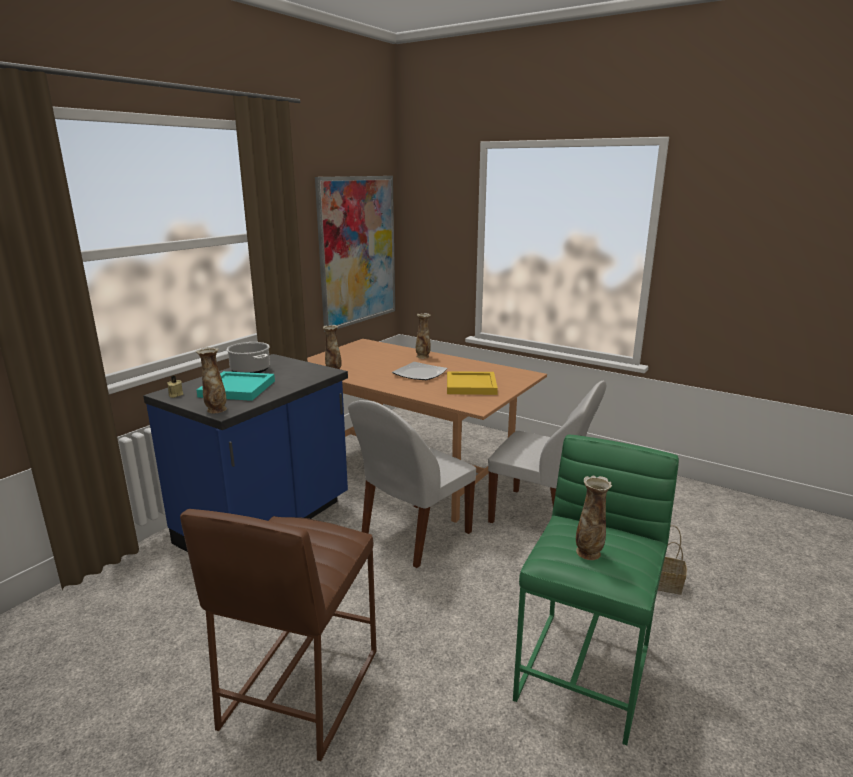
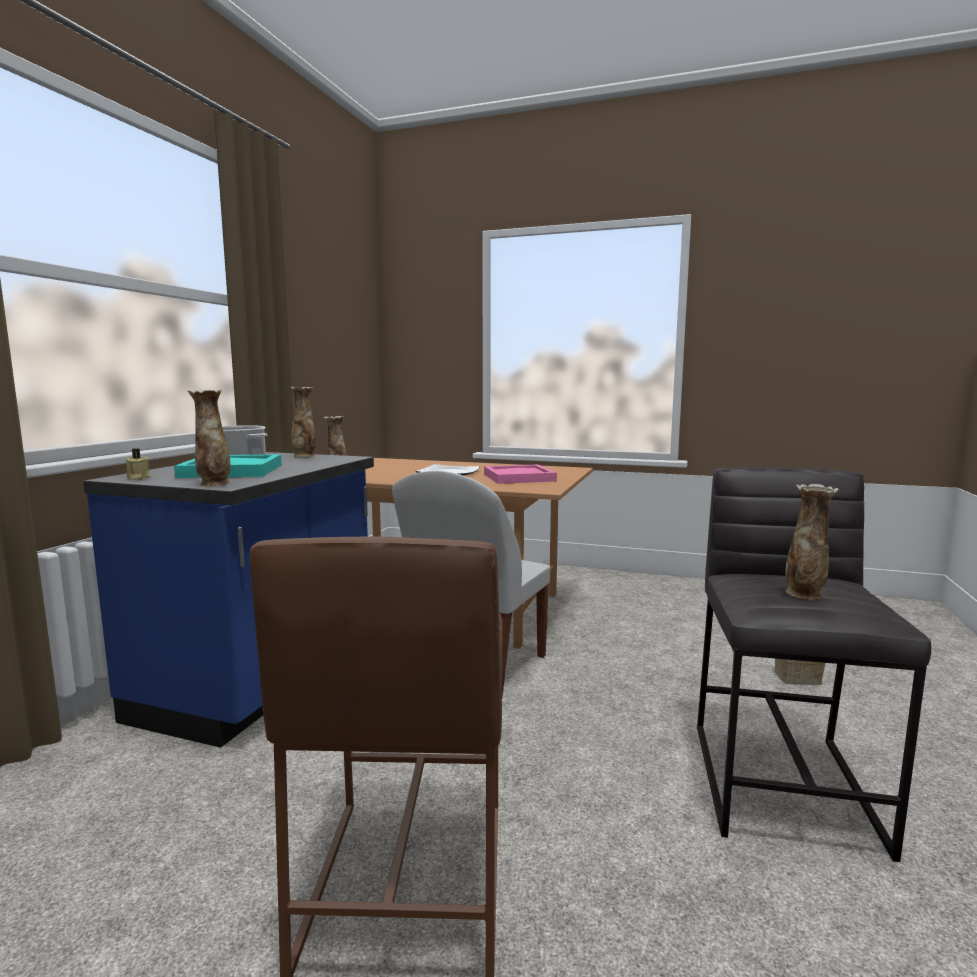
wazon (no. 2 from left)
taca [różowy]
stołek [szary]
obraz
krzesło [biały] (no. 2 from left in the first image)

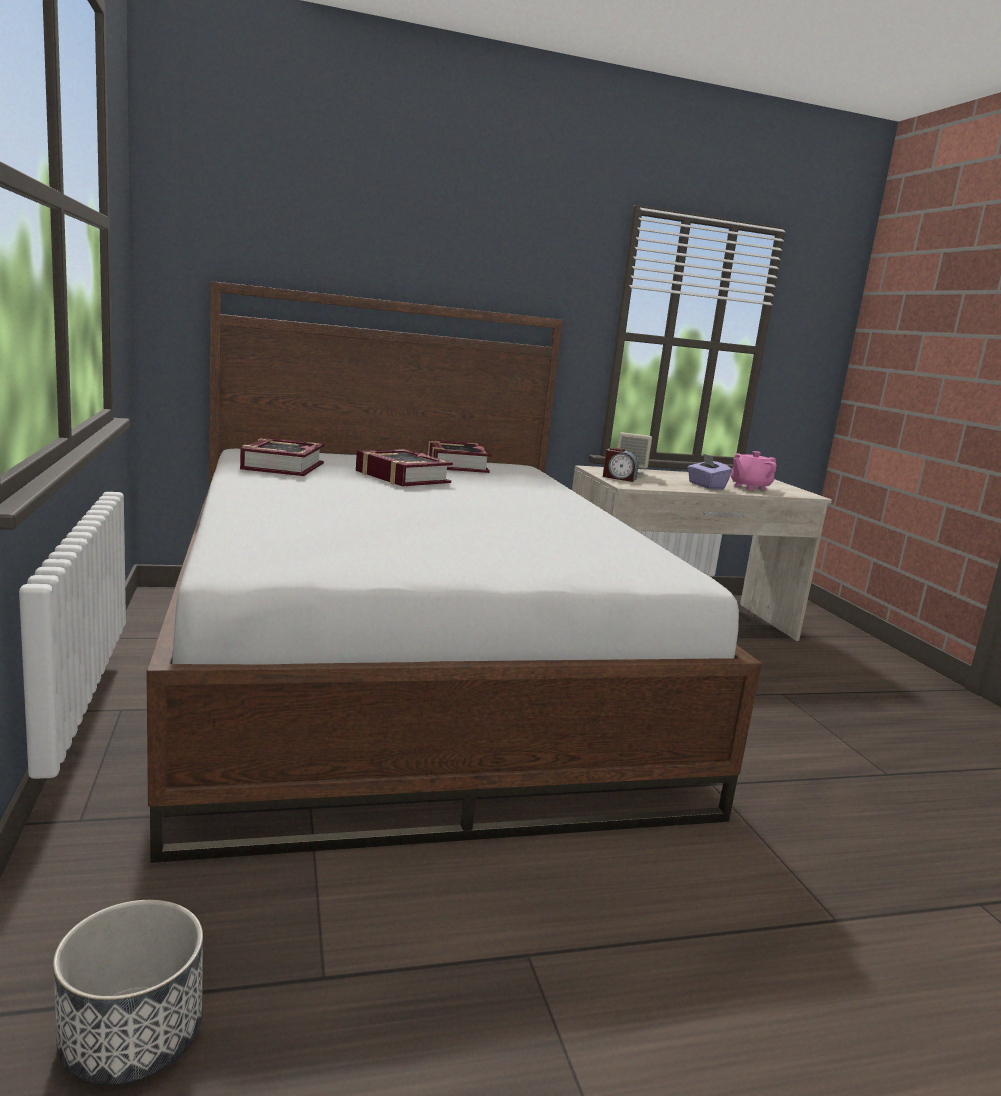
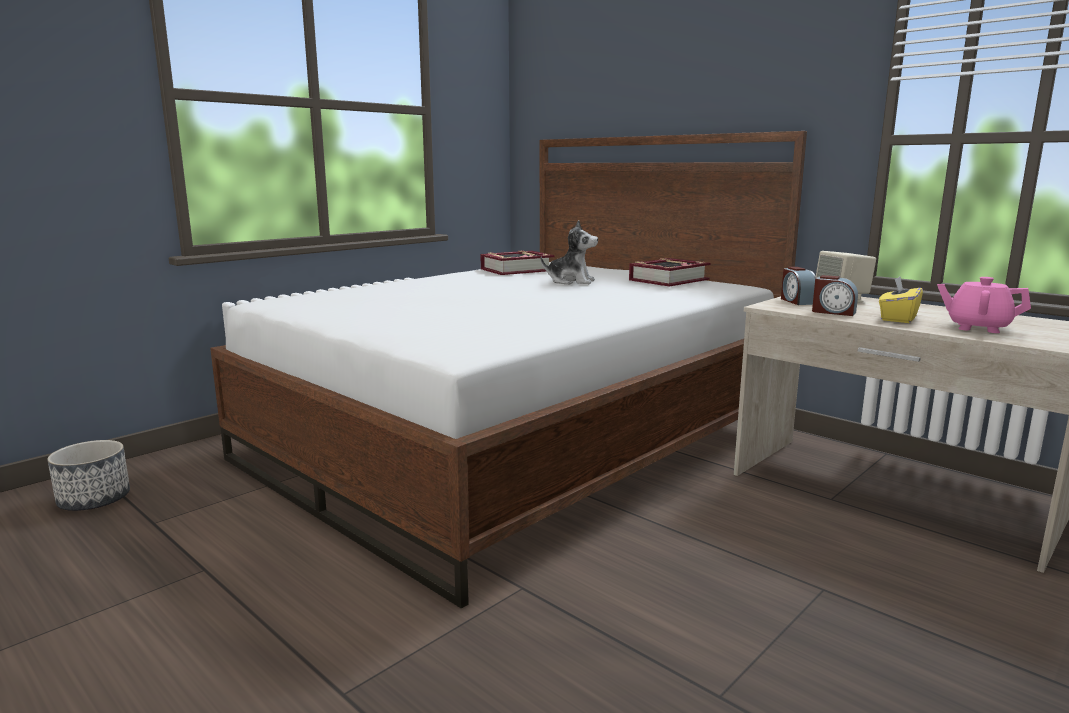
pluszak
budzik (no. 2 from left)
pudełko chusteczek [żółty]

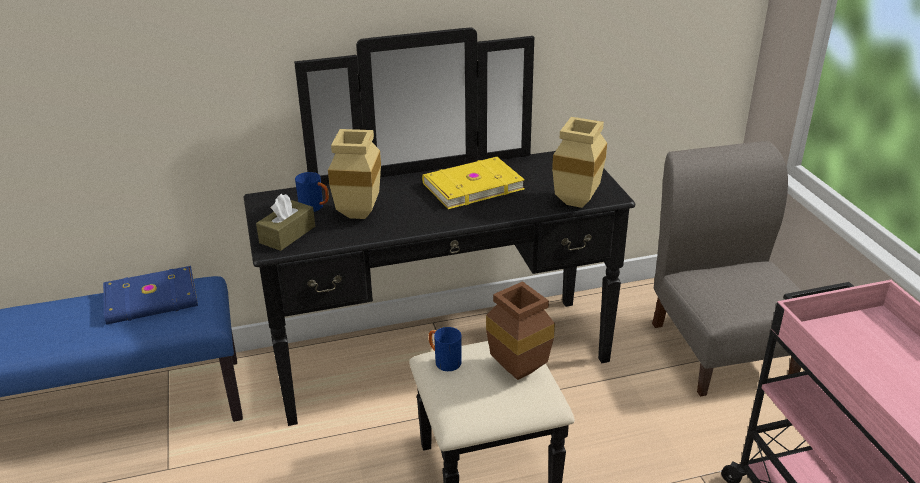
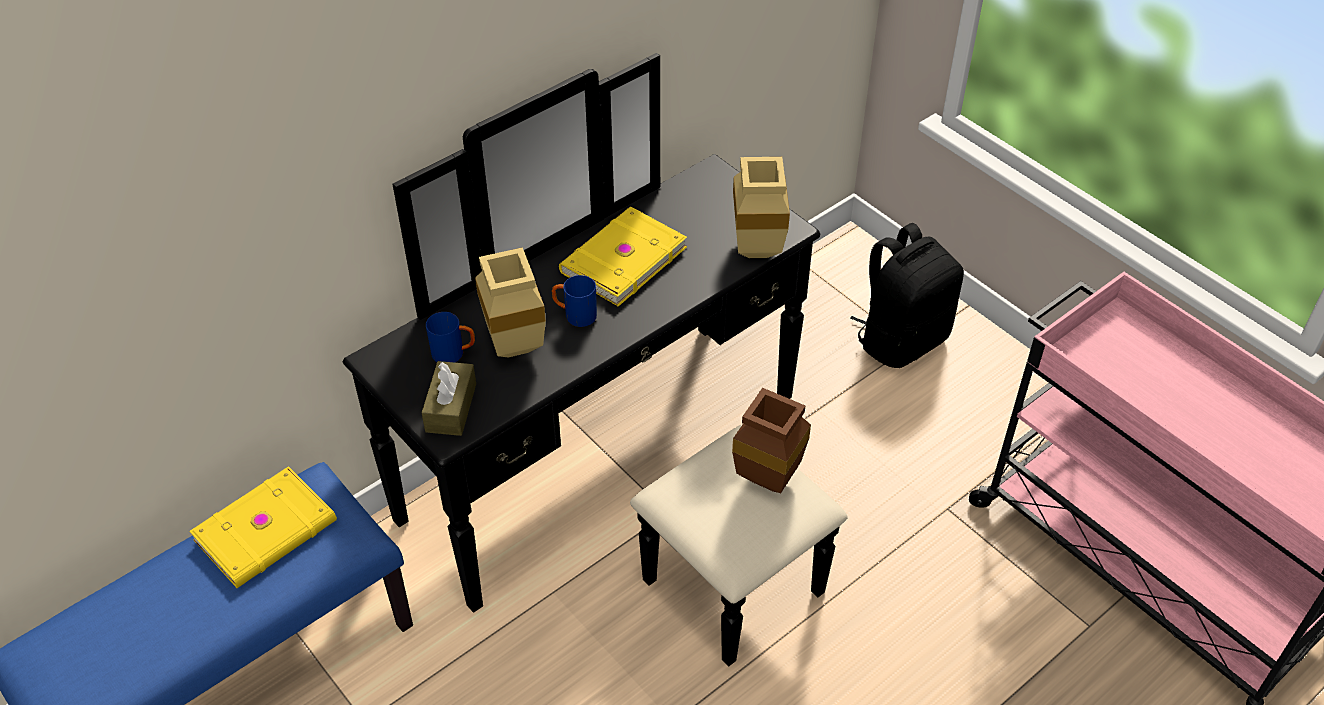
książka [żółty] (no. 1 from left)
kubek [niebieski] (no. 2 from left)
plecak [czarny]

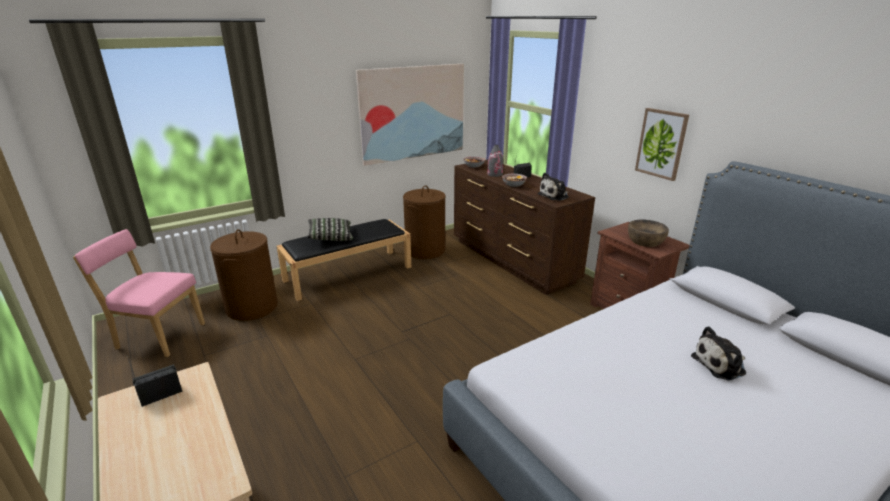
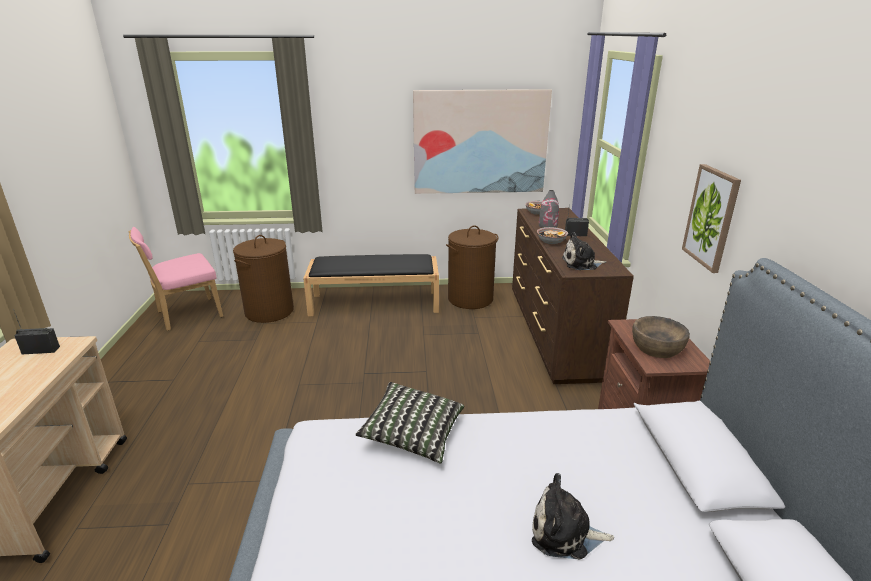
krzesło [różowy]
poduszka

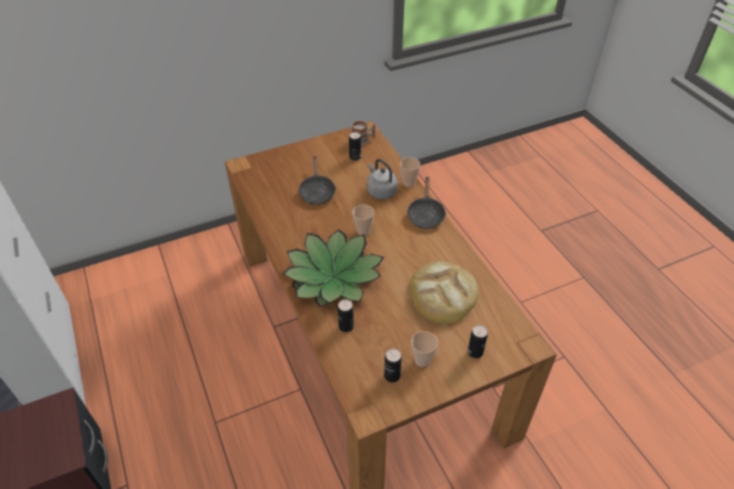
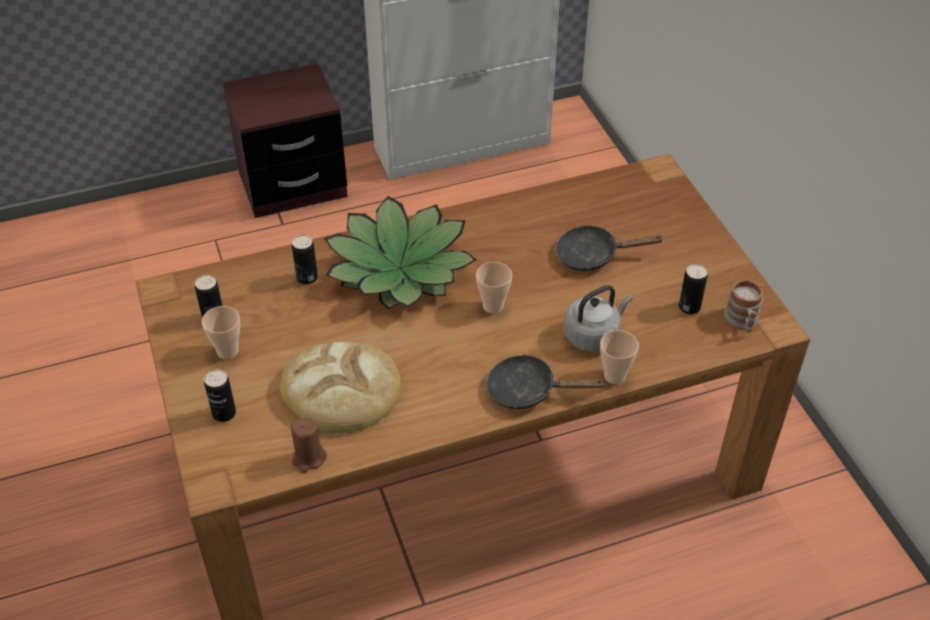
świeca [brązowy]

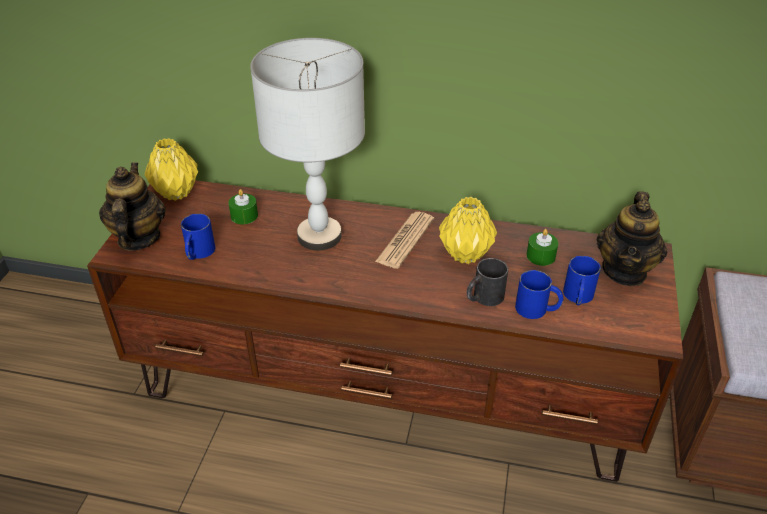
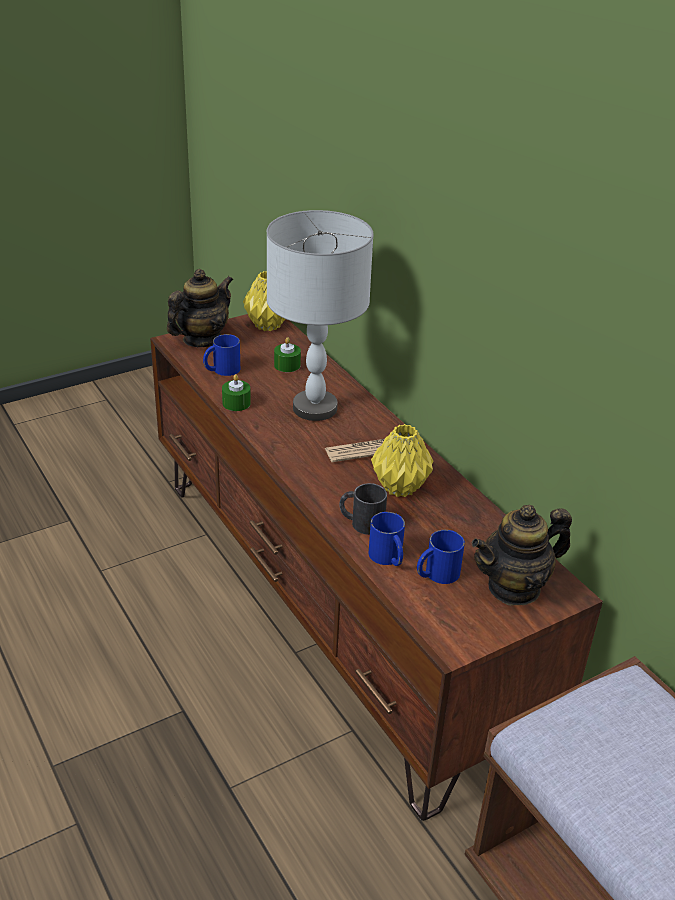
świeca [zielony] (no. 1 from left)

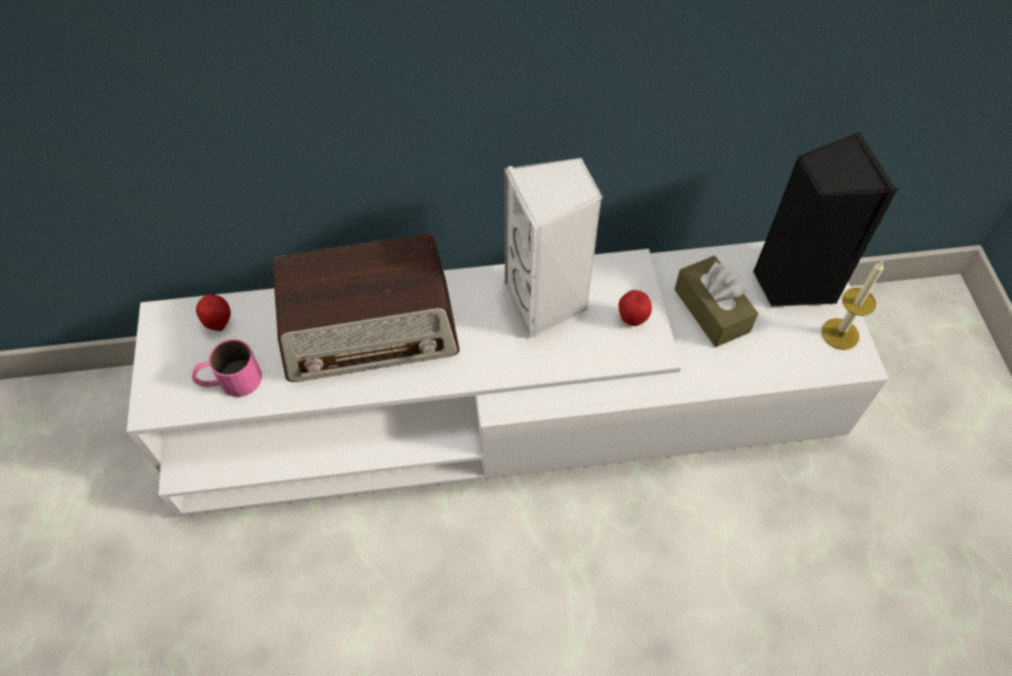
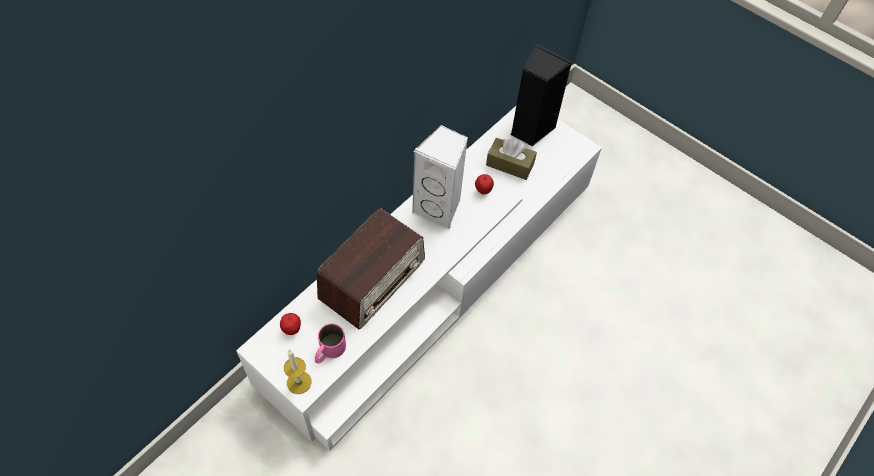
świeca

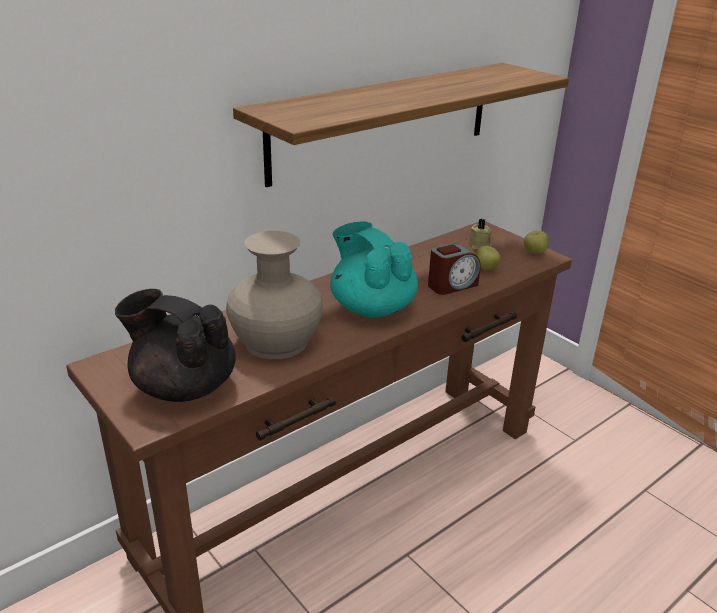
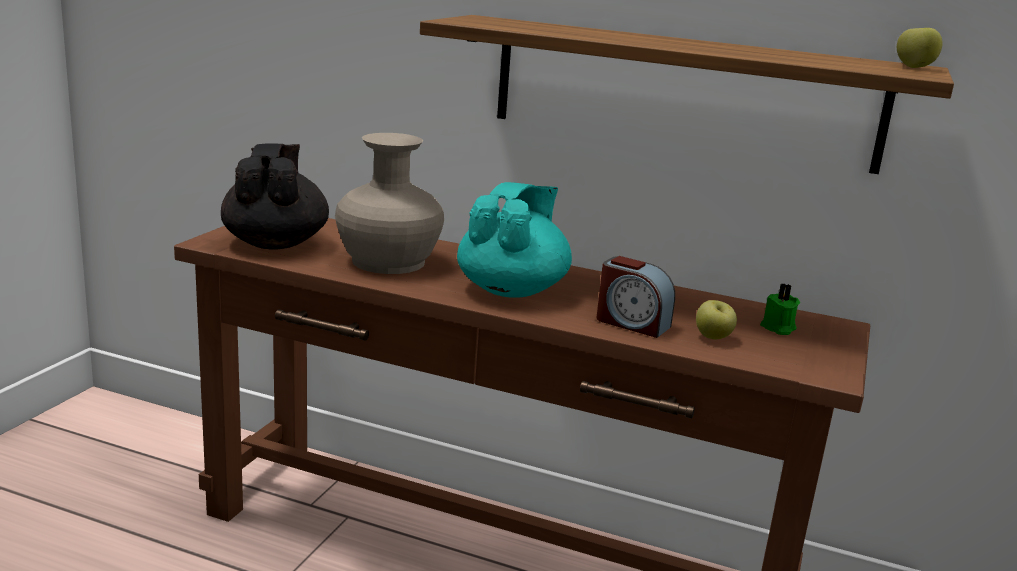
świeca [zielony]
jabłko (no. 2 from left)

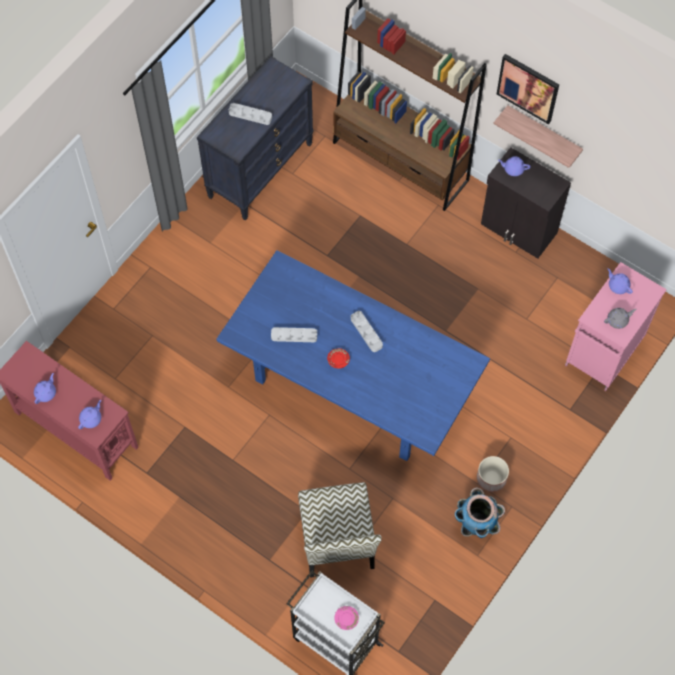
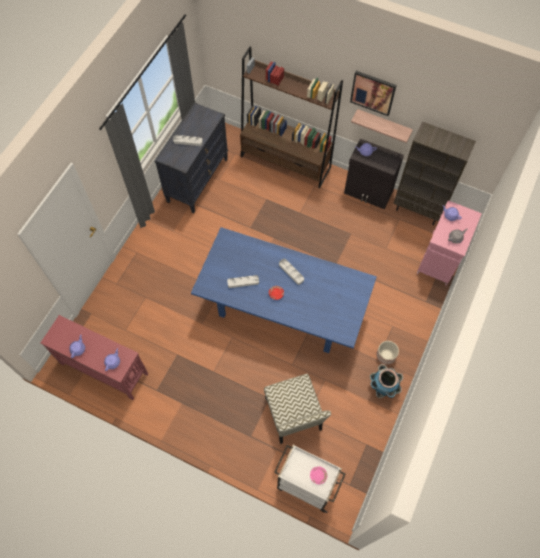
regał [brązowy] (no. 2 from left)

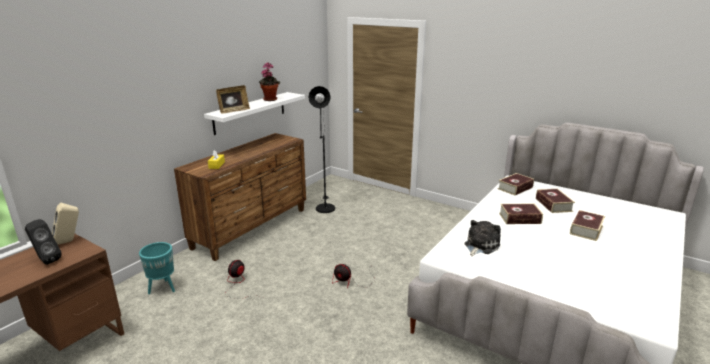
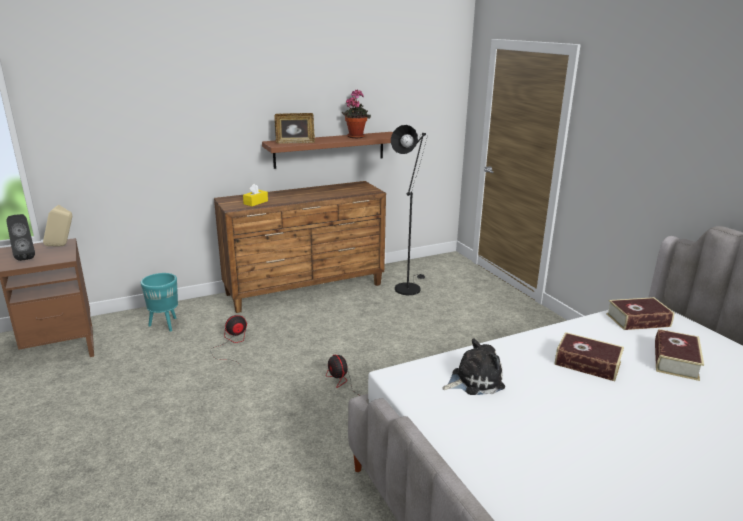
półka [brązowy]
książka (no. 4 from left in the first image)

